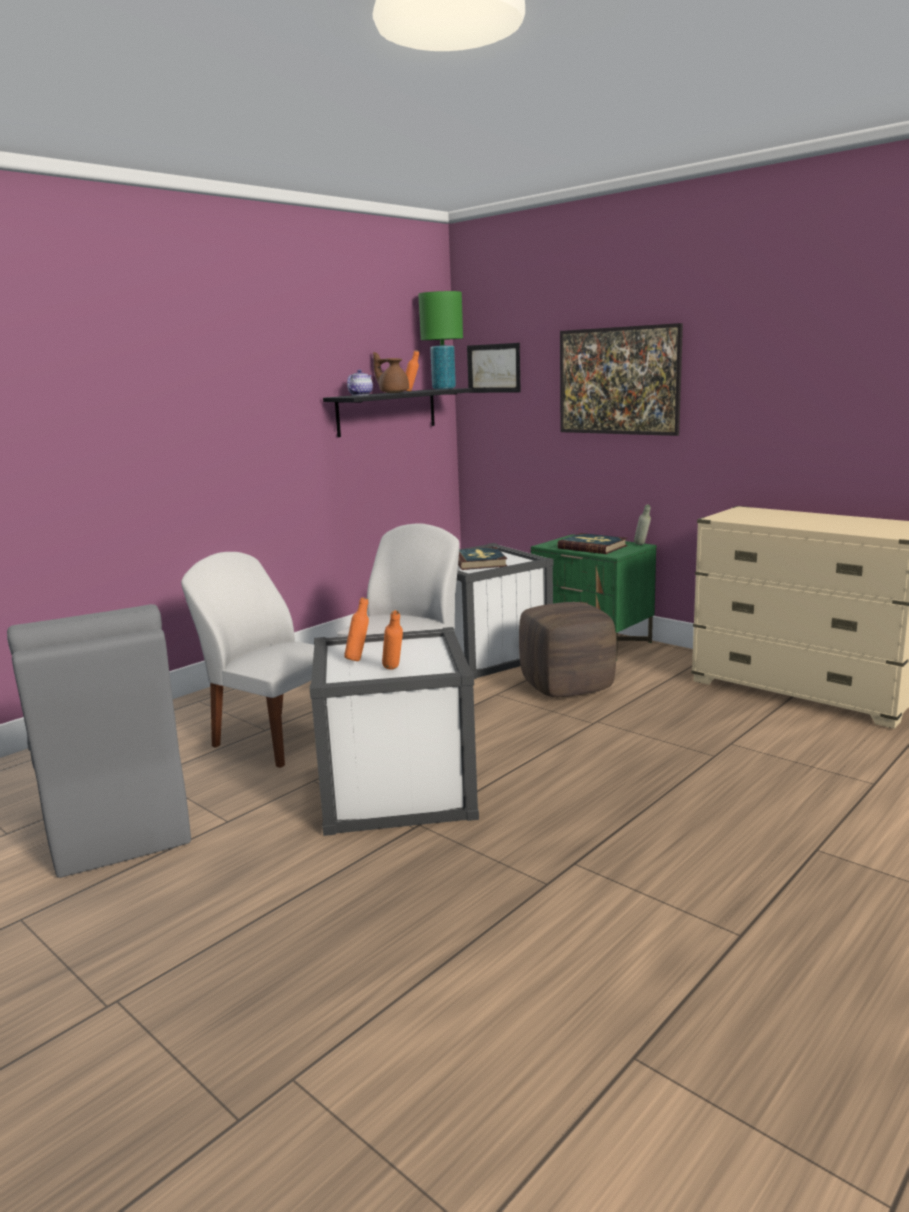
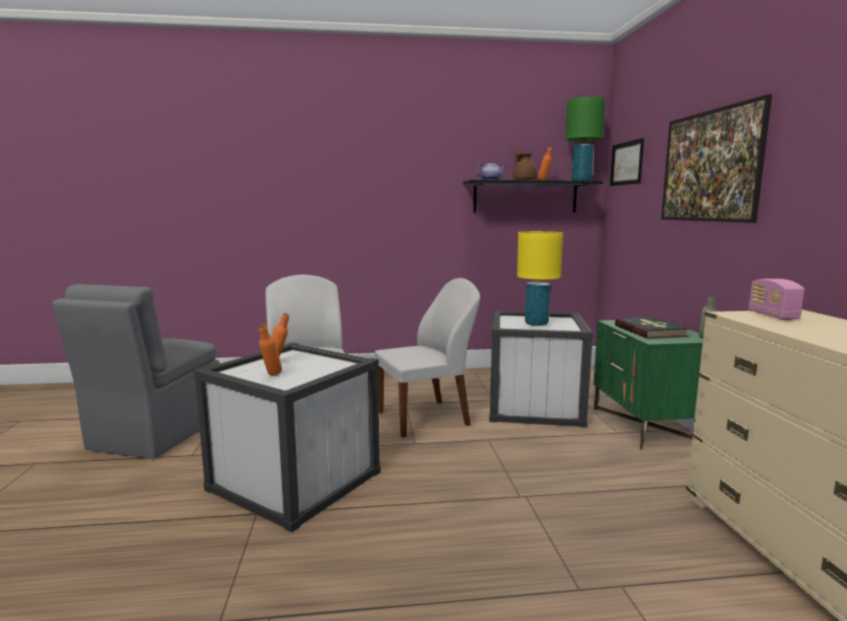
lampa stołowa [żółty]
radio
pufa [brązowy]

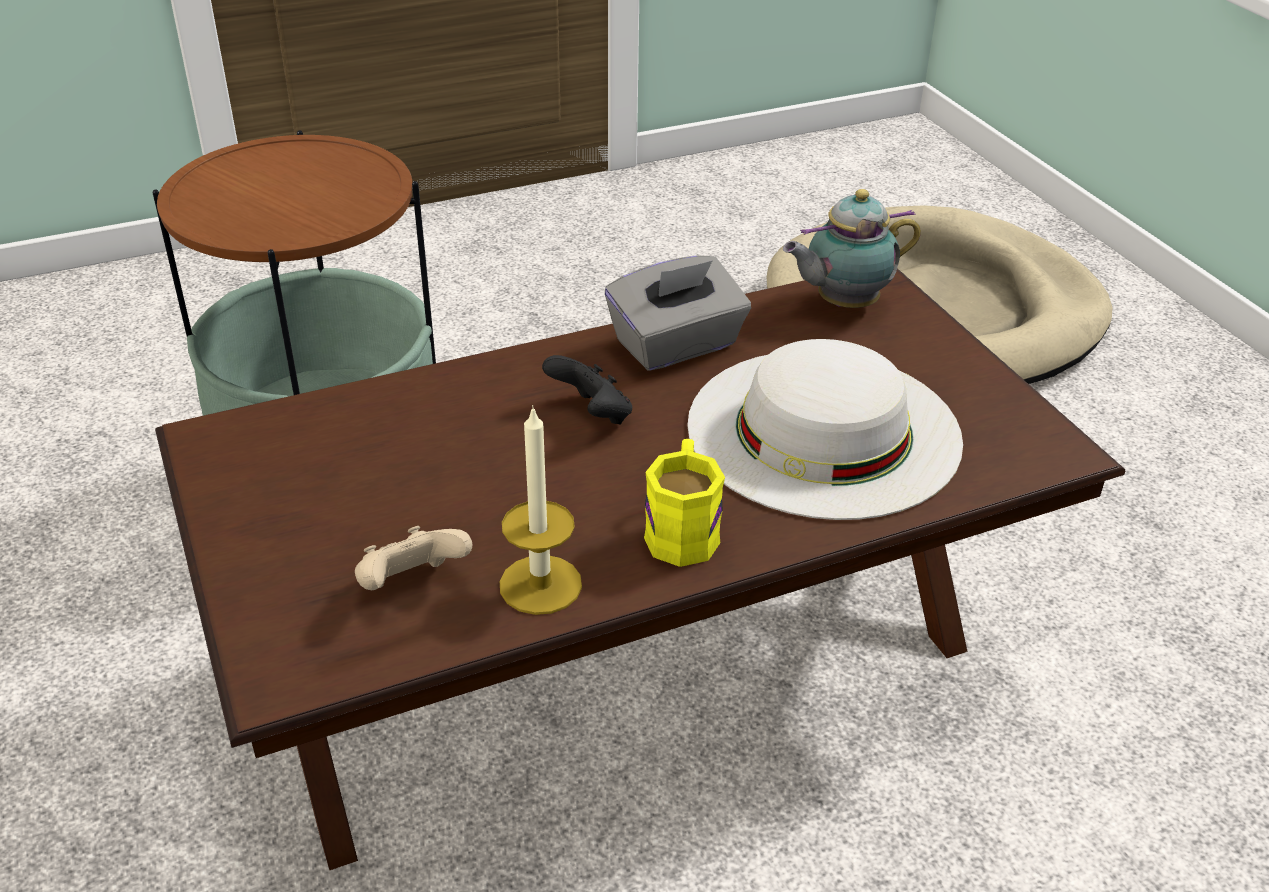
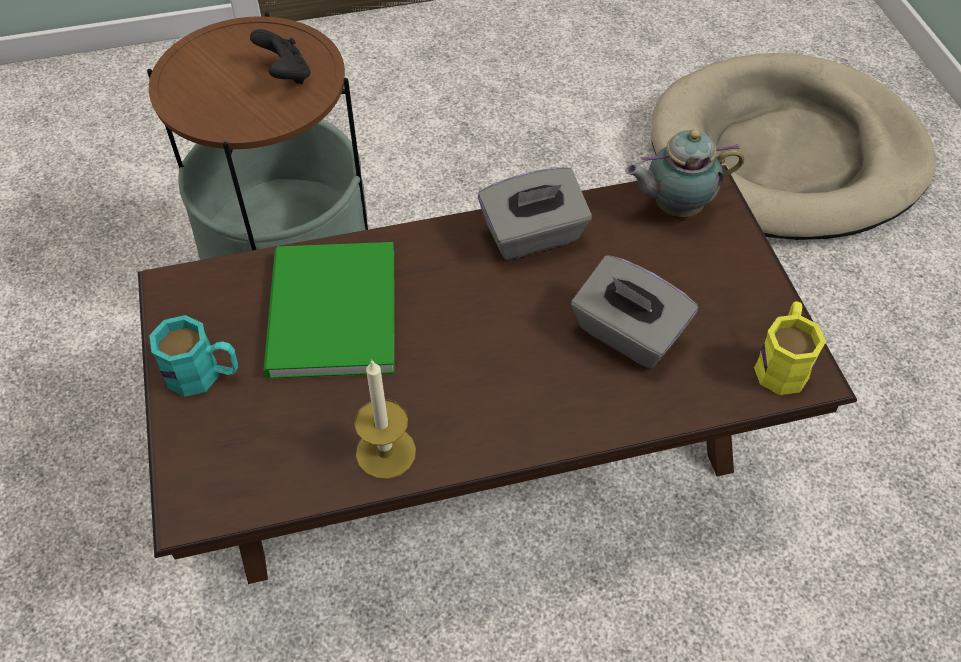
kubek [turkusowy]
pad do gier [czarny]
książka [zielony]
pudełko chusteczek [szary] (no. 2 from left)
kubek [żółty]
pad do gier [beżowy]

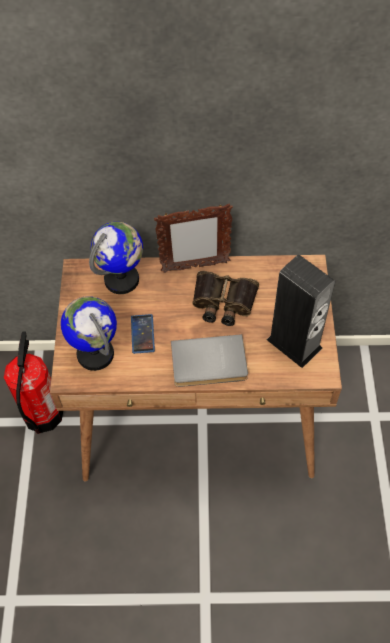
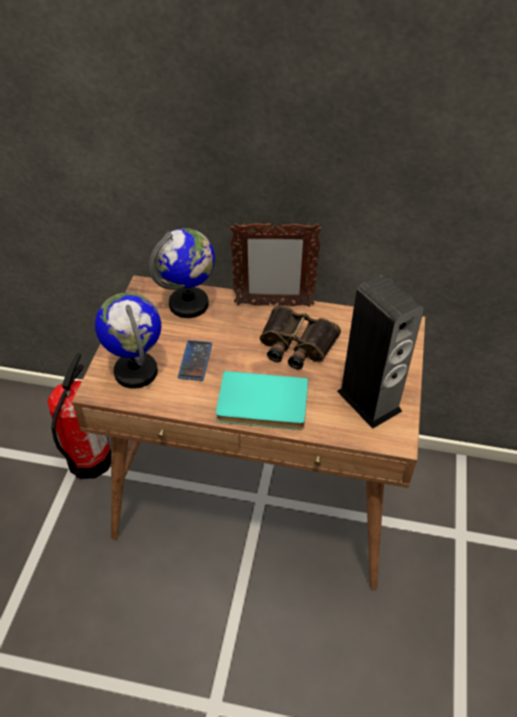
książka [turkusowy]

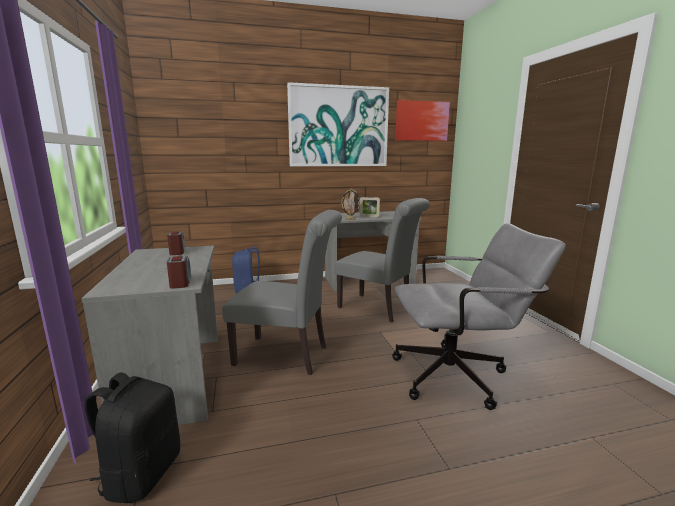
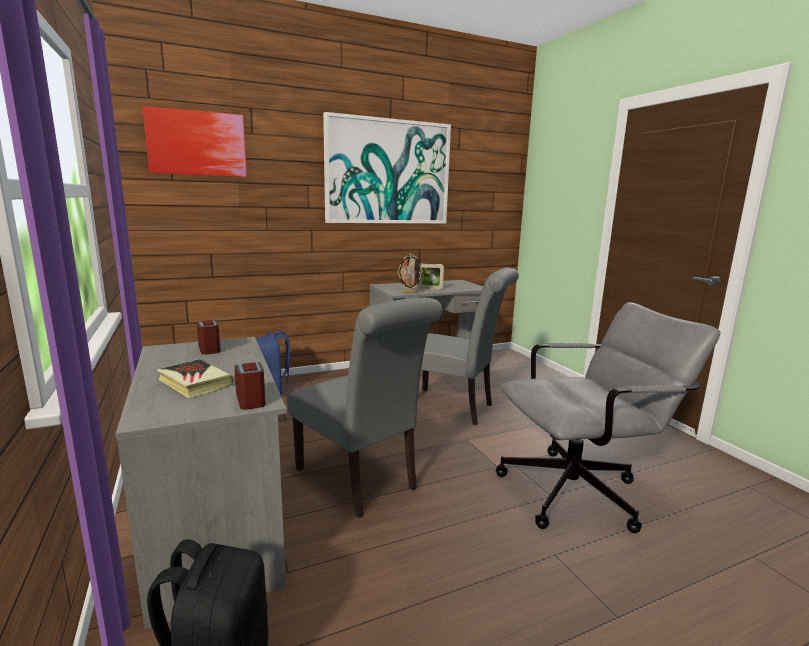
obraz (no. 1 from left)
książka
krzesło [szary] (no. 1 from left)

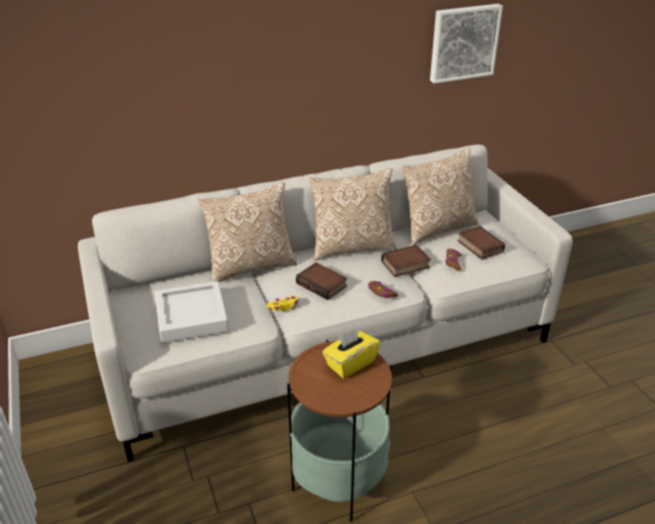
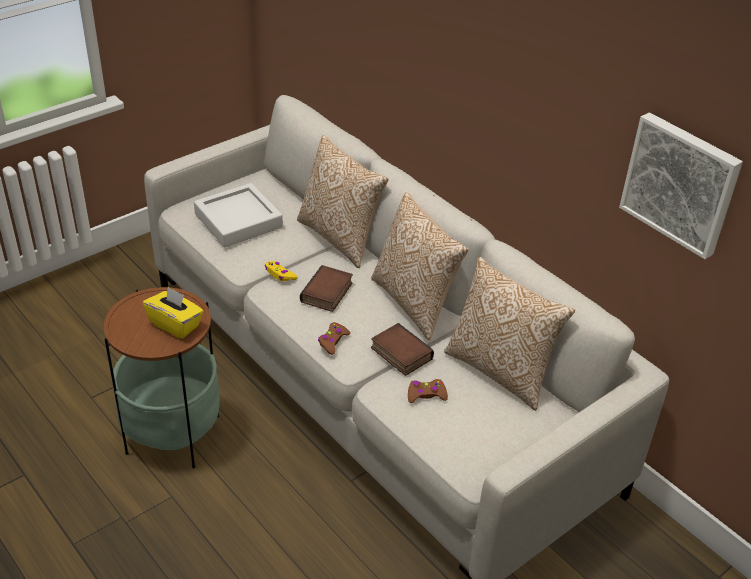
książka (no. 3 from left in the first image)

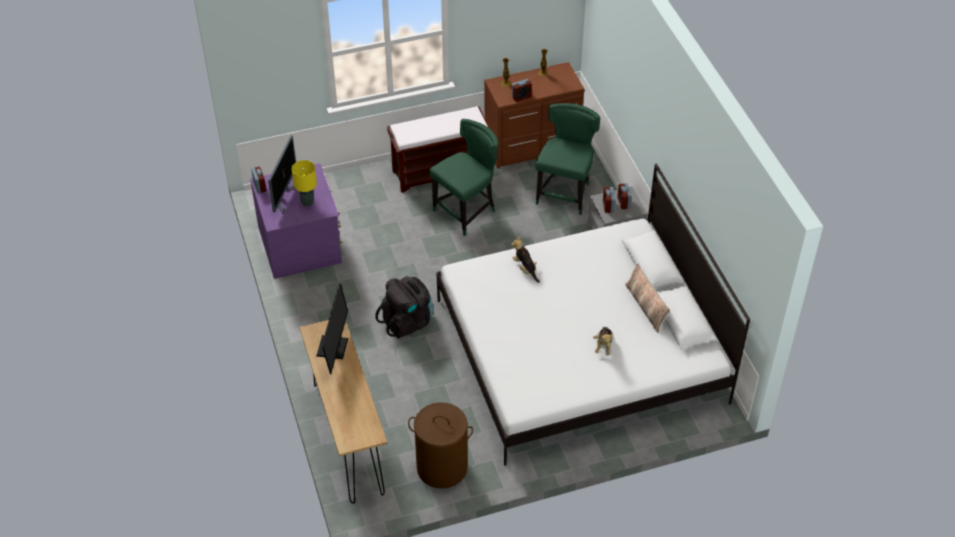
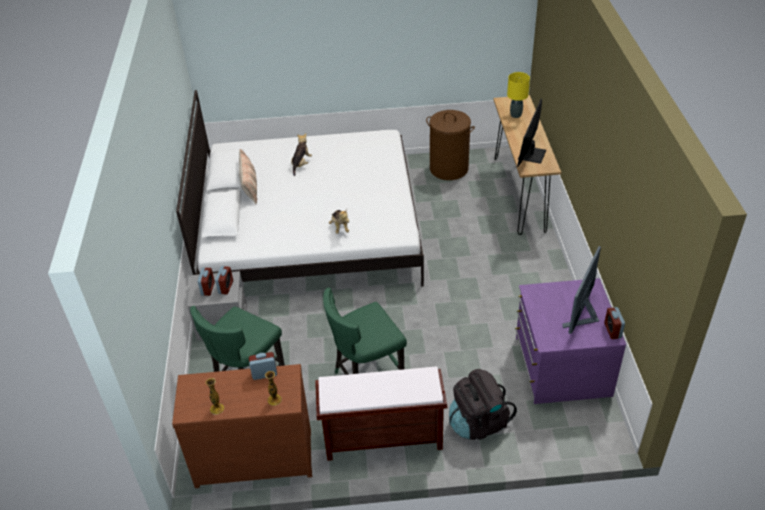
plecak [czarny]
lampa stołowa [żółty]

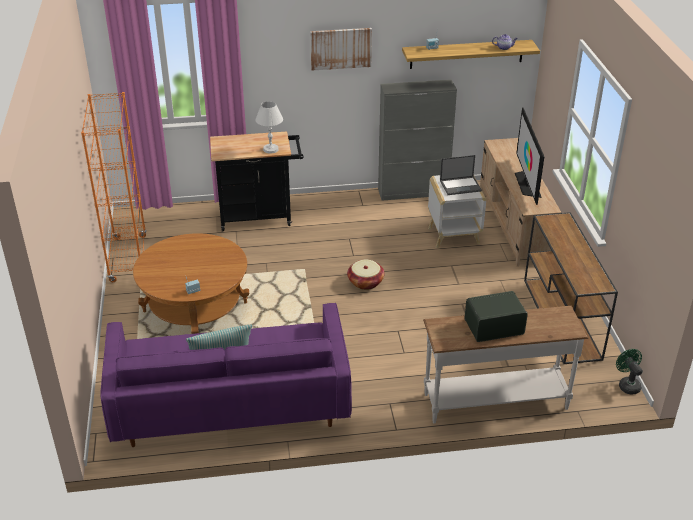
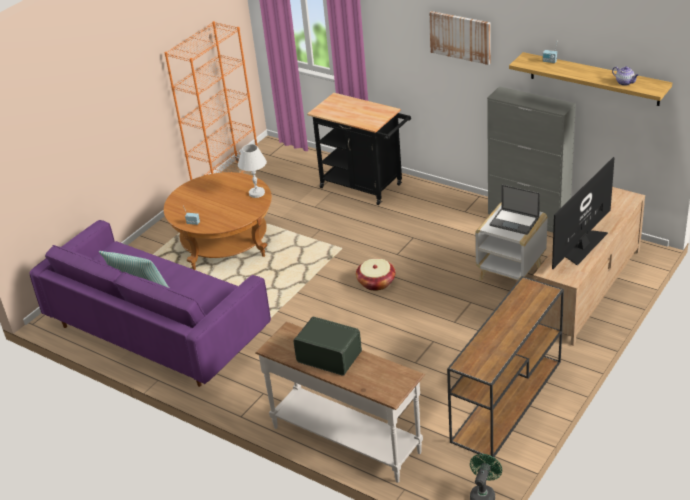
lampa stołowa [biały]

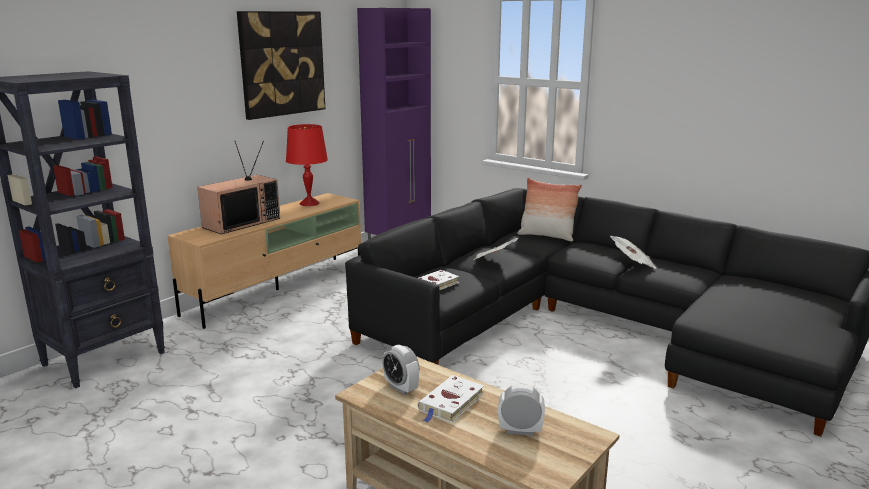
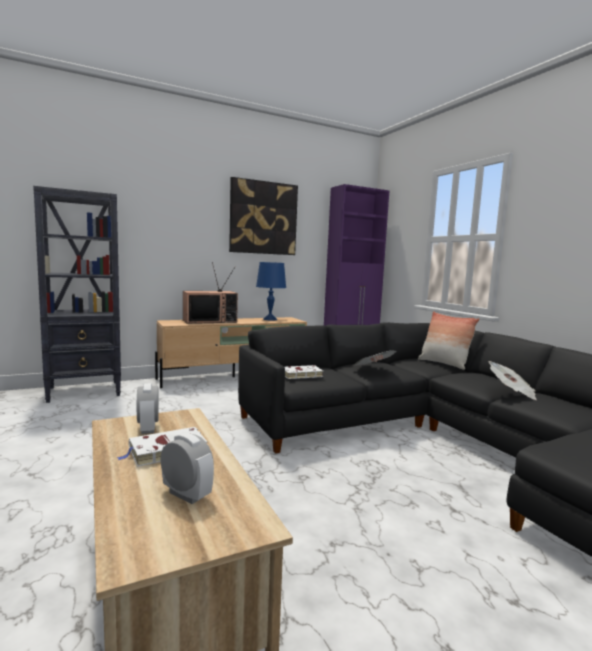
lampa stołowa [niebieski]

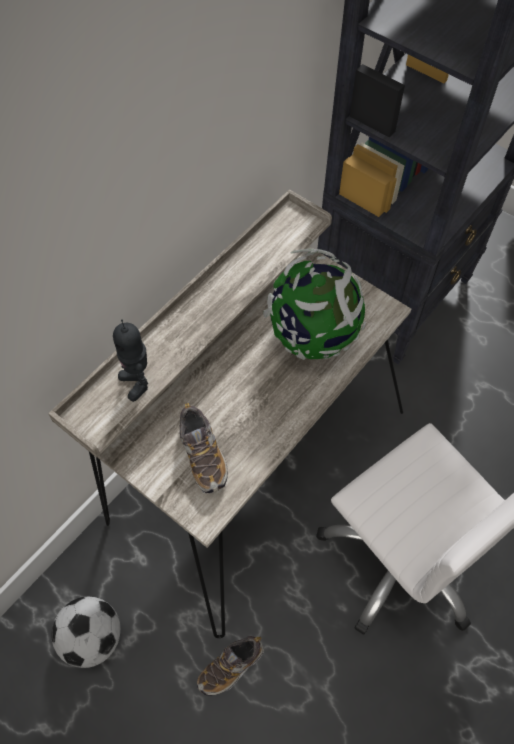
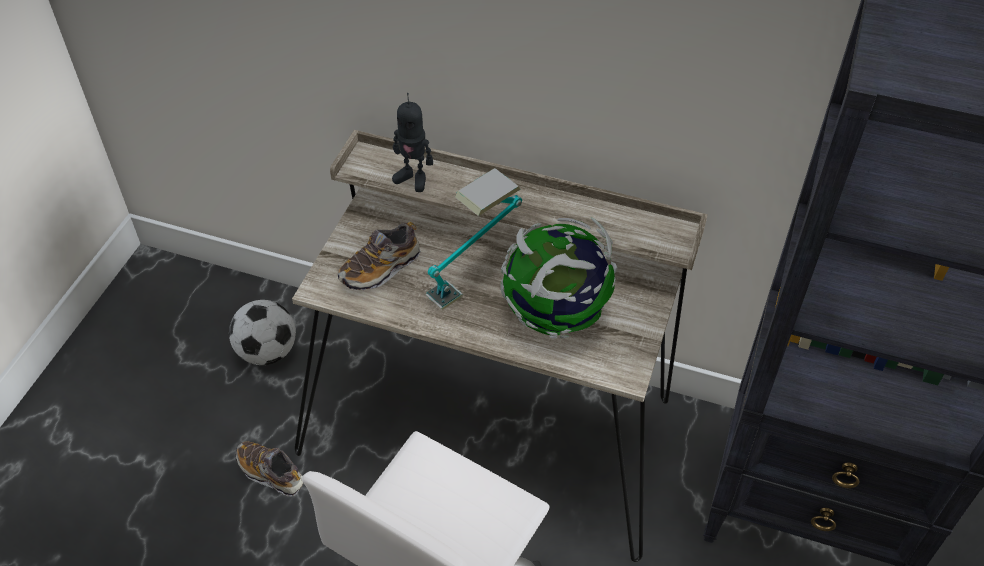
robot zabawkowy
lampa stołowa

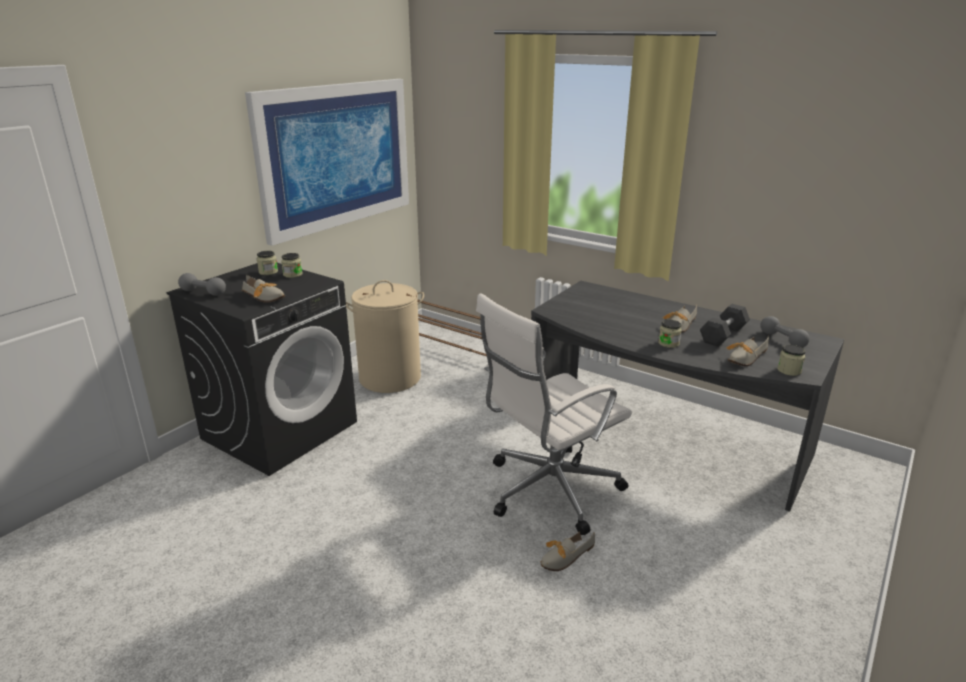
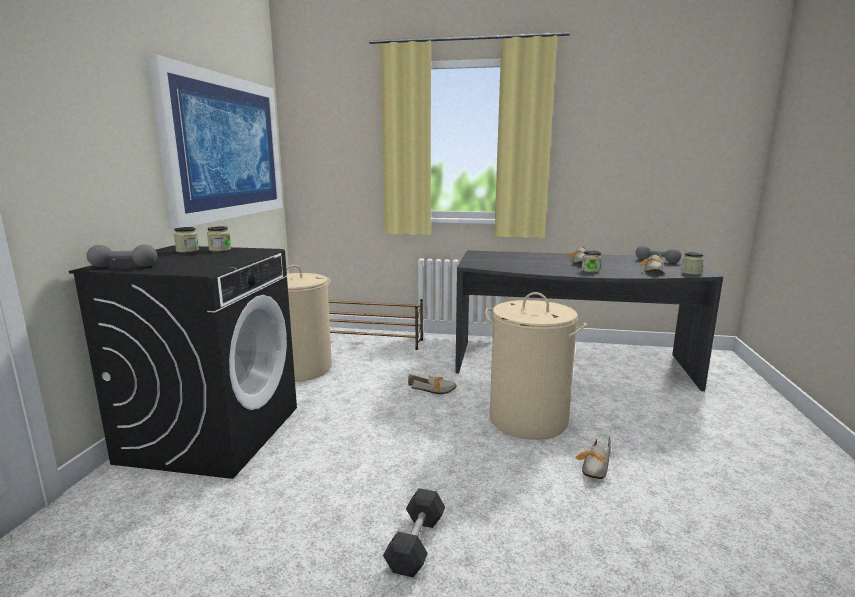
hantel [szary] (no. 2 from left)
but (no. 1 from left)
kosz na pranie [beżowy] (no. 2 from left)

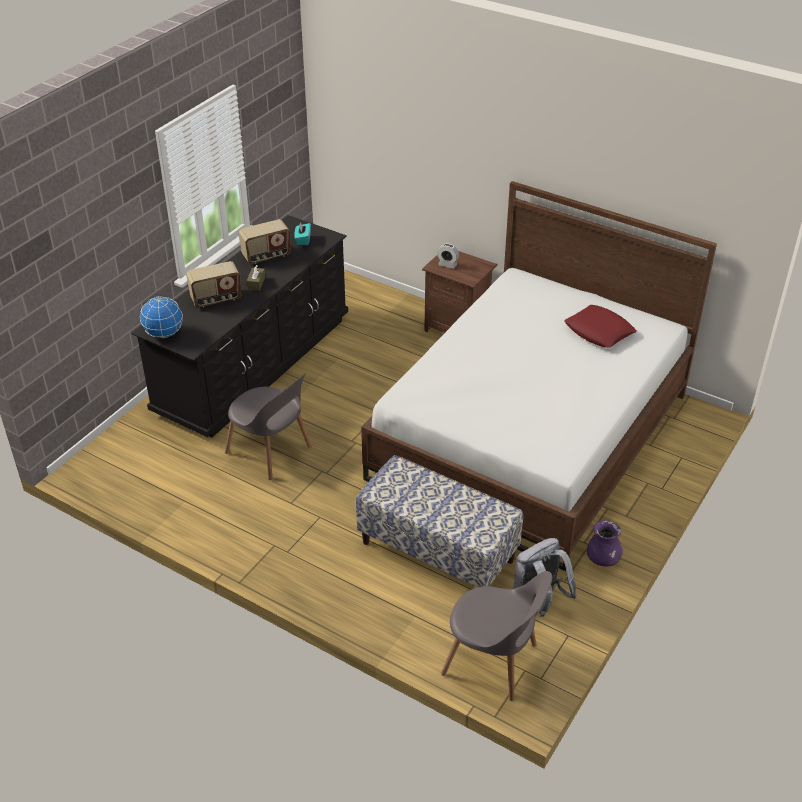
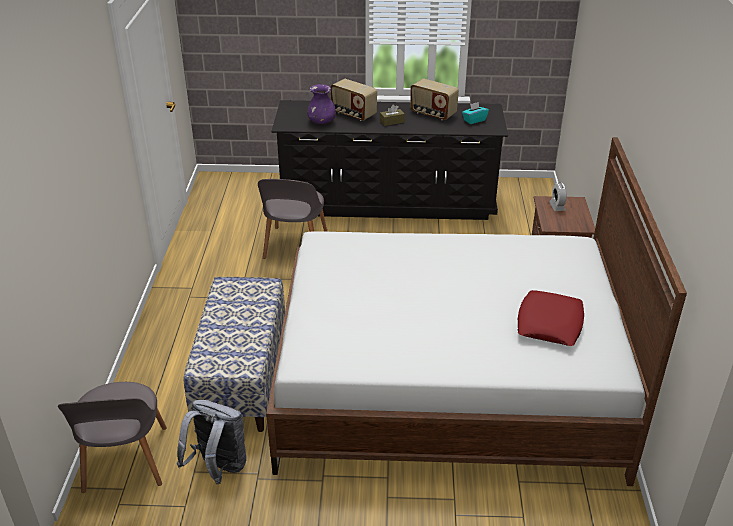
wazon [fioletowy]
globus

